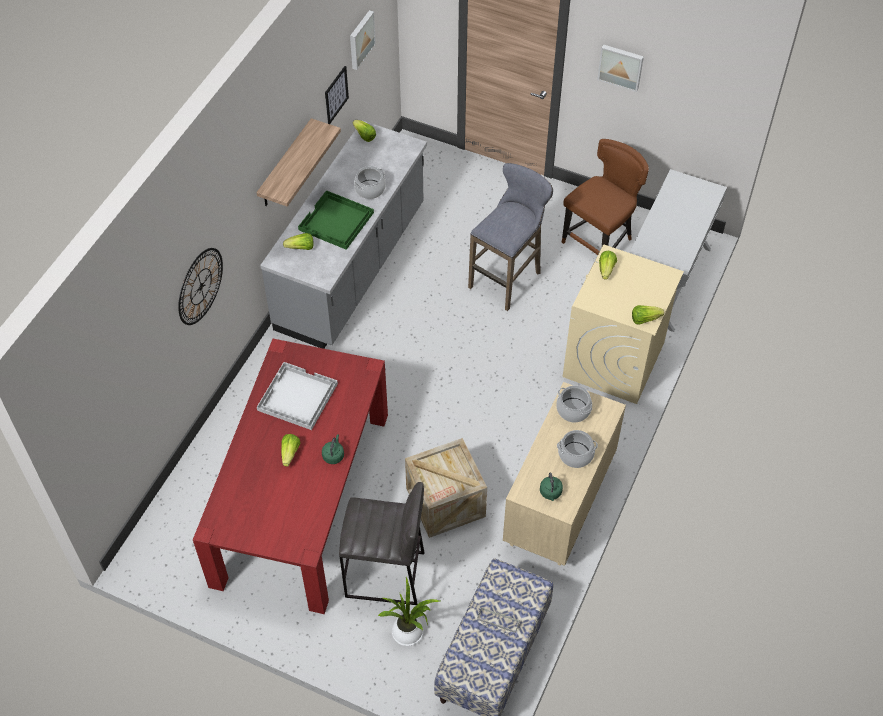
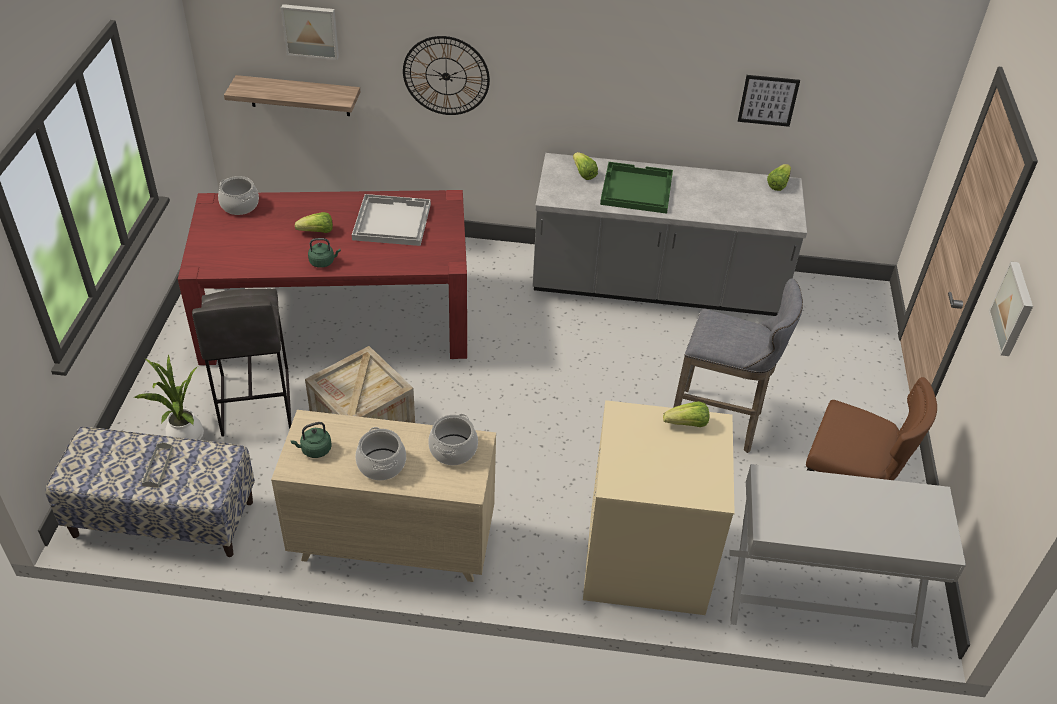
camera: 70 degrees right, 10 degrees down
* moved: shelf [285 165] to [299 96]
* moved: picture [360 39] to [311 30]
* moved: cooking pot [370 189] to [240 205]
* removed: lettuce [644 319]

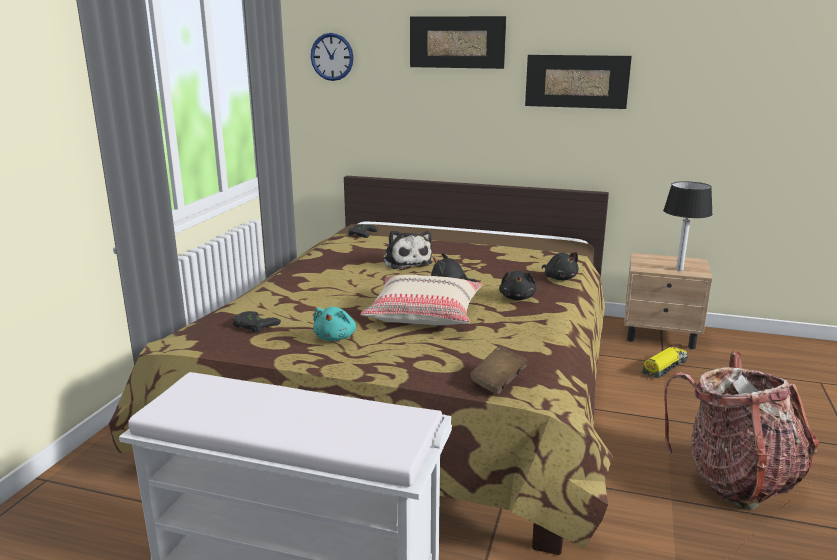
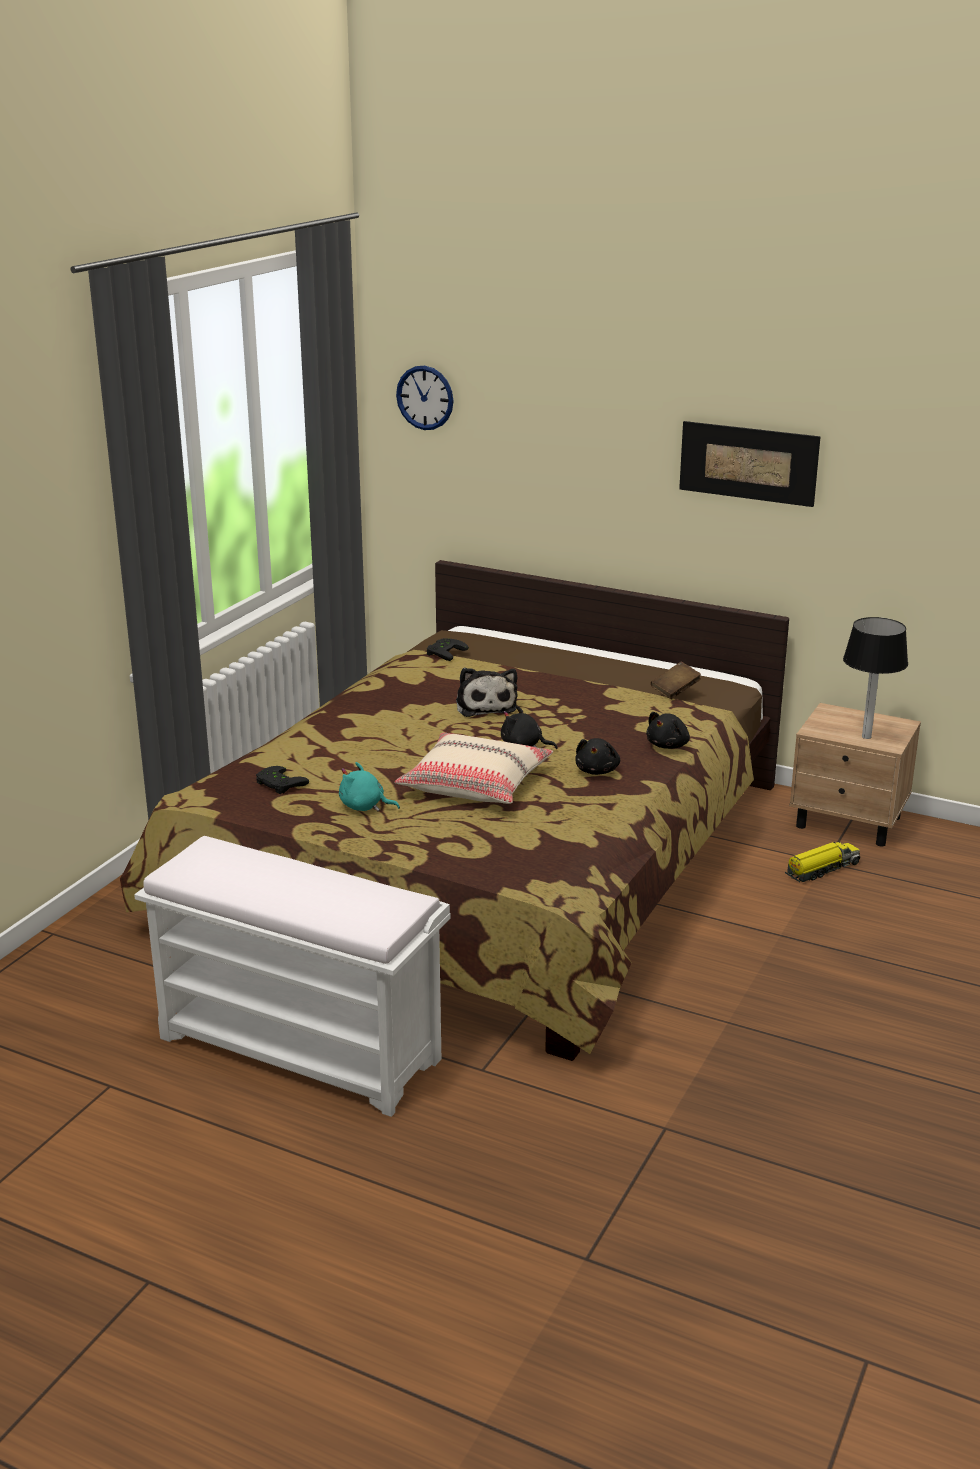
camera: 10 degrees right, 5 degrees up
* turned: turquoise plush toy [335 337] = [364 806] 90 degrees clockwise
* removed: picture [457 42]
* moved: brown book [497 381] to [675 691]
* turned: black plush toy [559 278] = [669 745] 60 degrees clockwise
* removed: backpack [735 479]

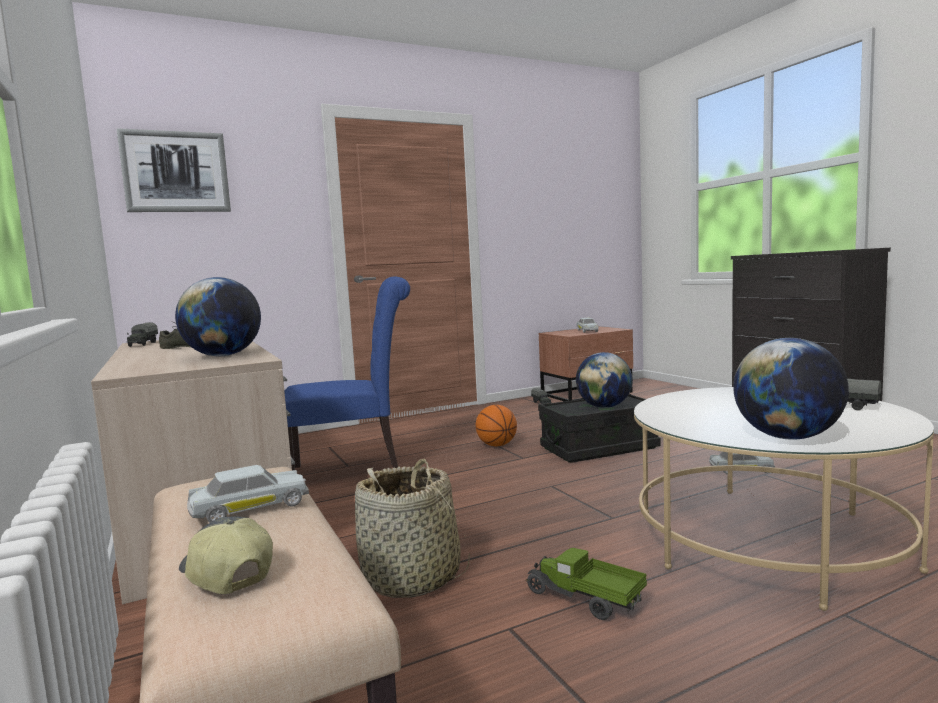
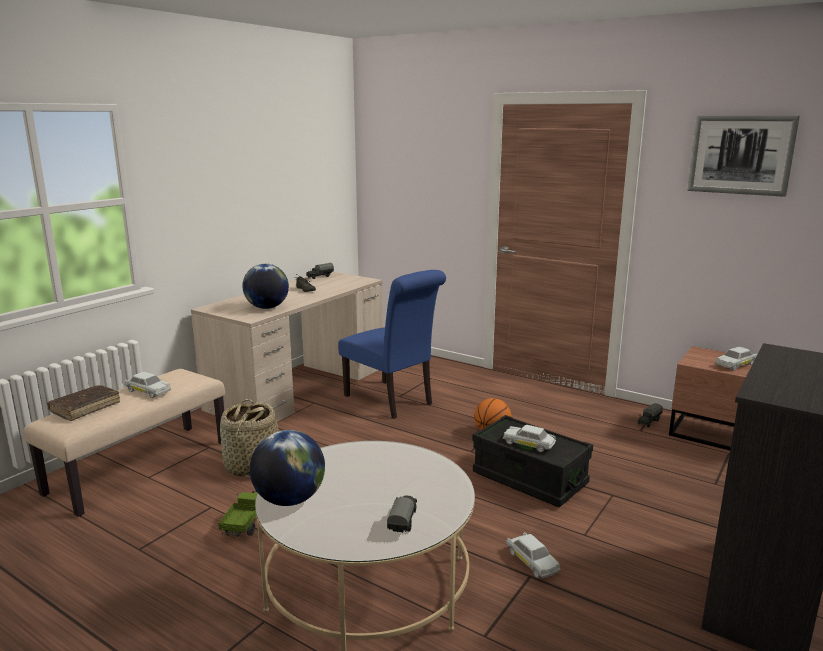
camera: 60 degrees right, 10 degrees up
* moved: picture [176 172] to [741 155]
* replaced: cap [225 574] to brown book [85 408]
* replaced: globe [604 407] to white toy car [528 444]

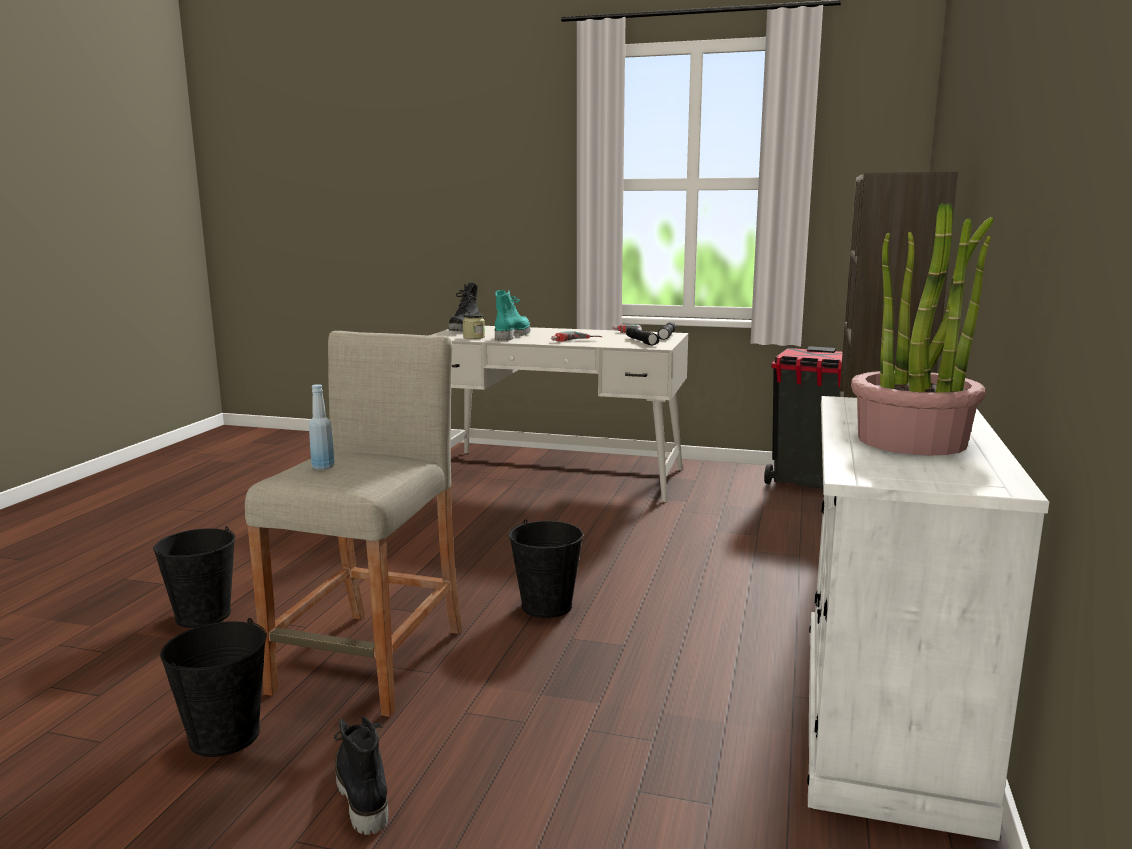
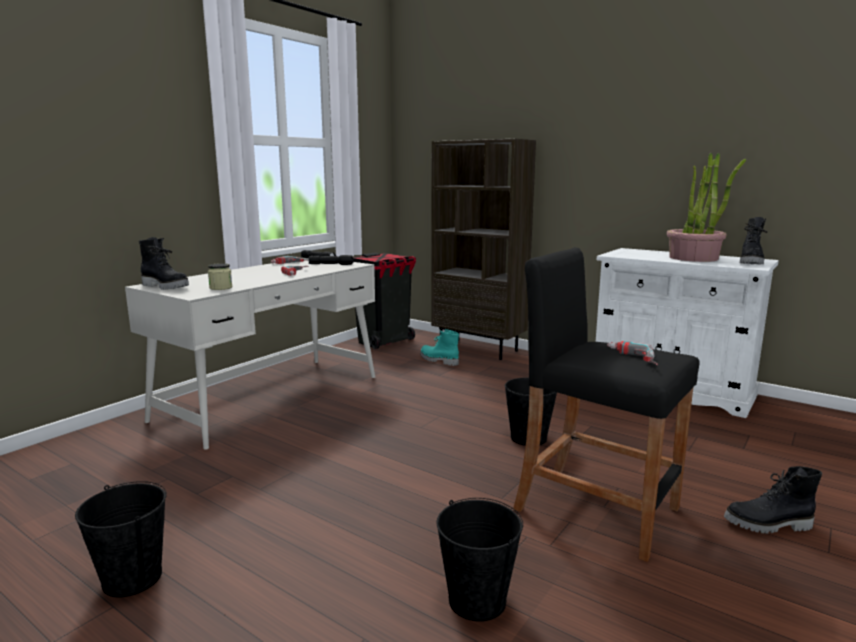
camera: 70 degrees left, 0 degrees up
* moved: black bucket [224 736] to [132 578]
* recoloured: beige stool [371 660] to black stool [596 509]
* replaced: blue bottle [323 467] to power drill [630 359]
* moved: turquoise boot [511 336] to [438 360]
* added: black boot [751 262]

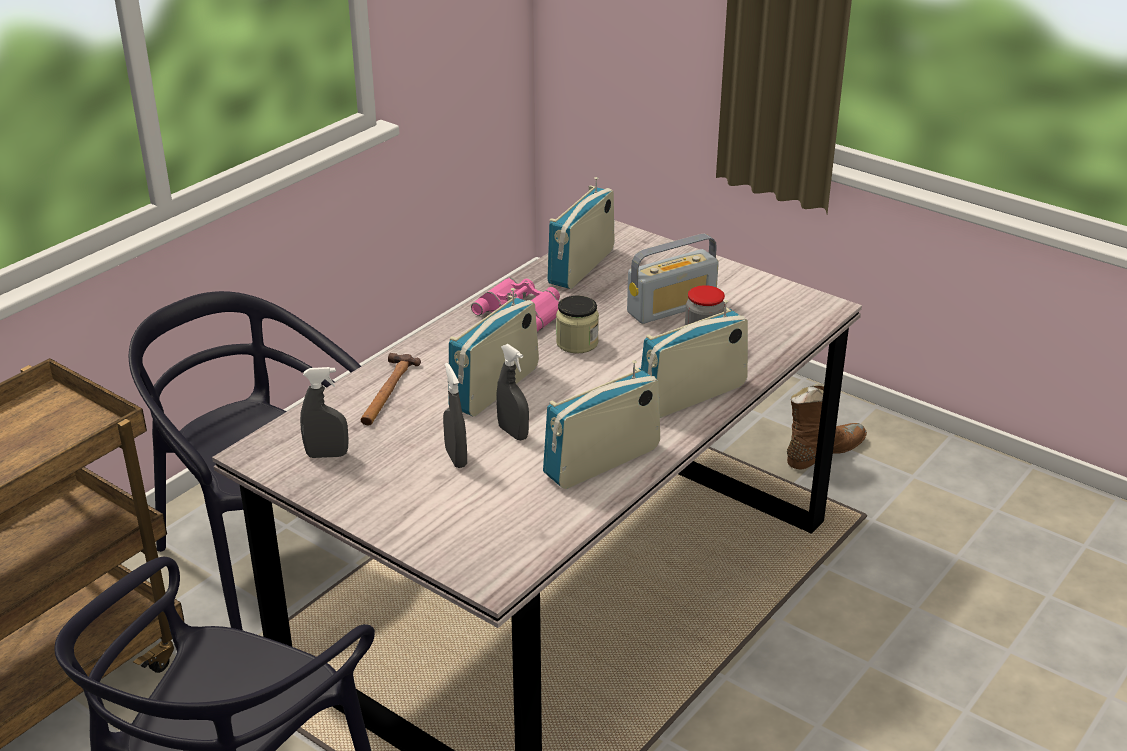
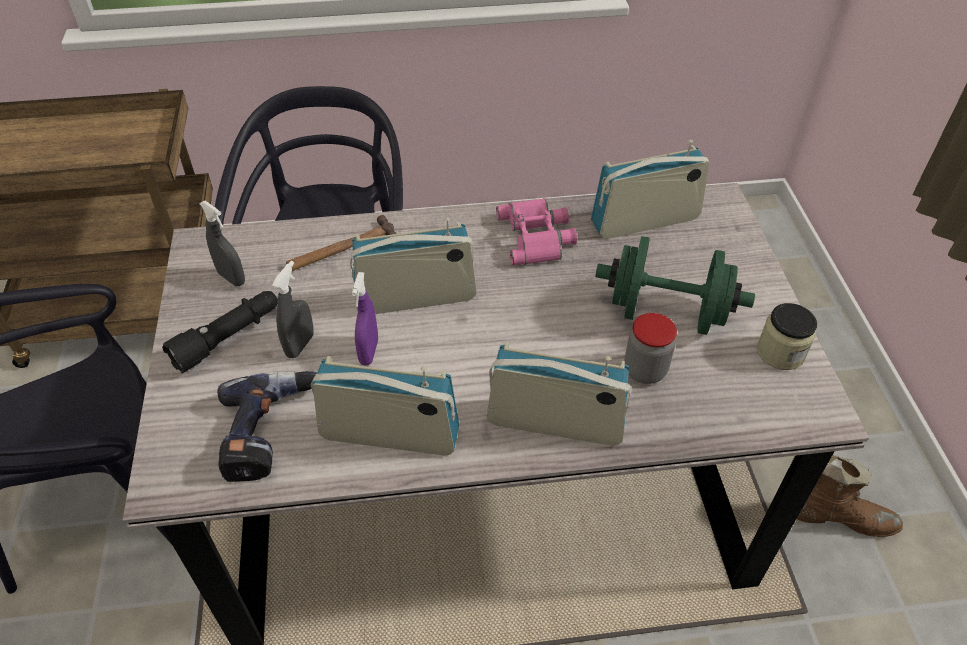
camera: 45 degrees right, 15 degrees up
* recoloured: grey spray bottle [513 432] to purple spray bottle [369 352]
* moved: jar [577 343] to [780 352]
* replaced: radio [671 307] to green dumbbell [666 313]
* added: black flashlight [228 338]
* added: power drill [271 432]

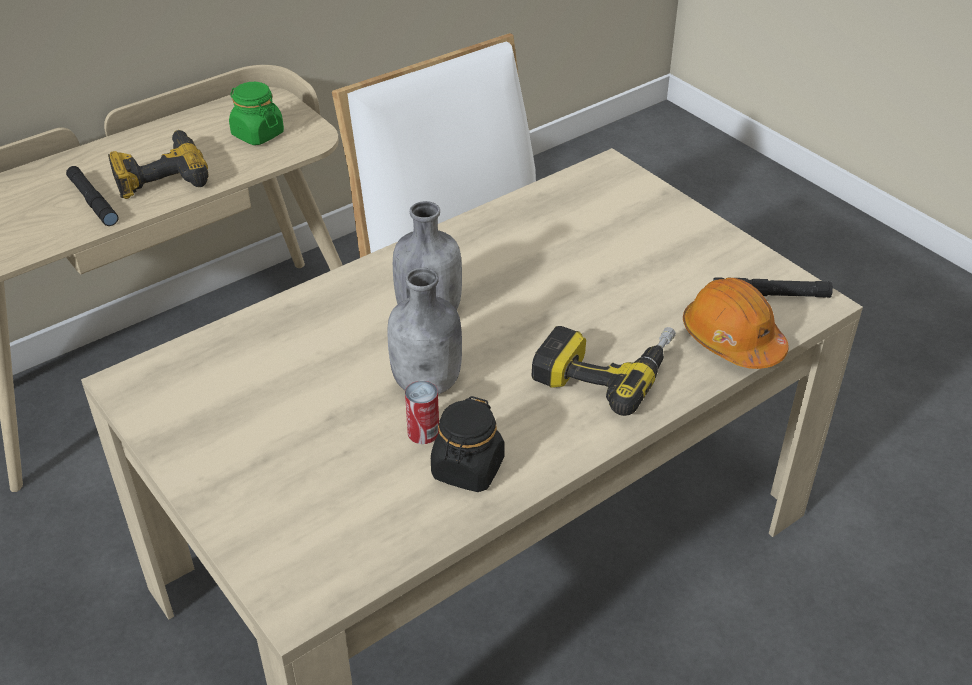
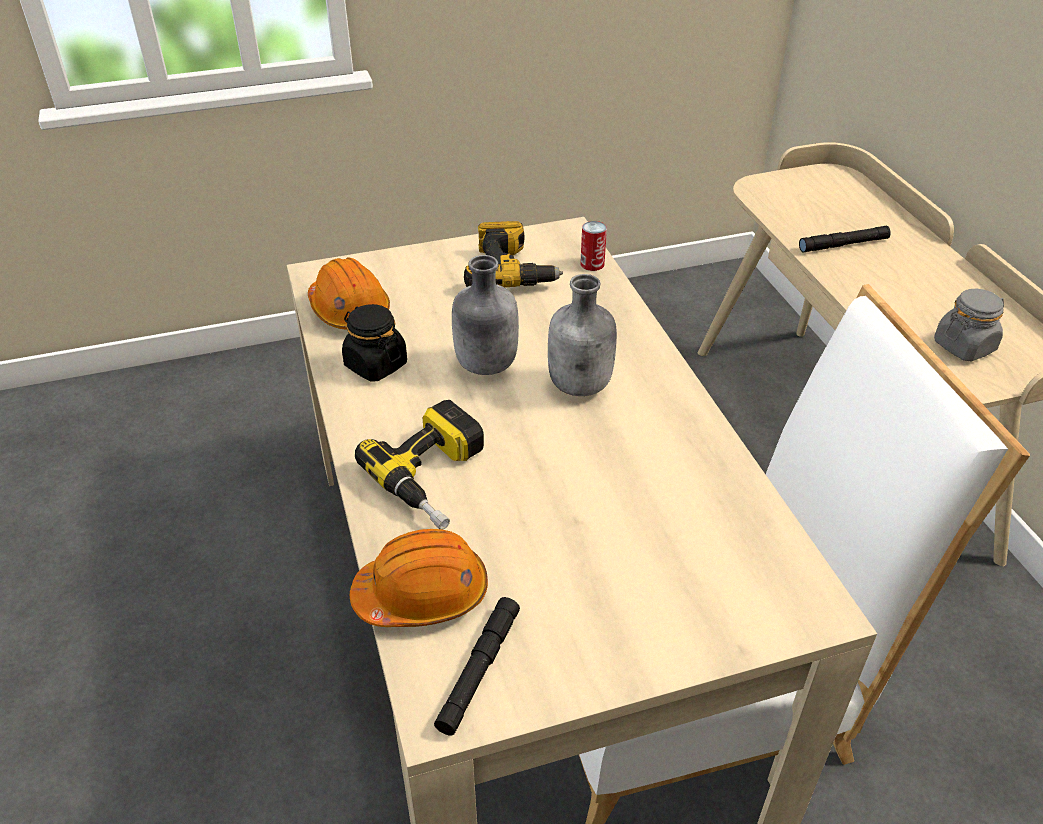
camera: 110 degrees right, 0 degrees up
* moved: power drill [160 175] to [511 271]
* recoloured: green jar [257 134] to grey jar [964 346]
* moved: can [423 432] to [592 264]
* added: orange hard hat [349 310]

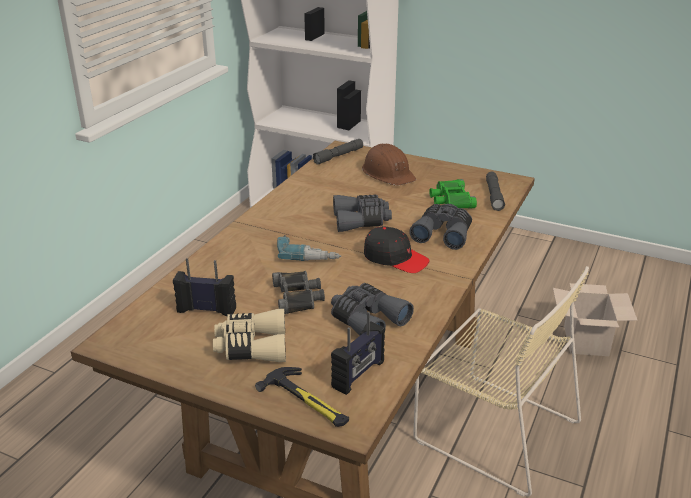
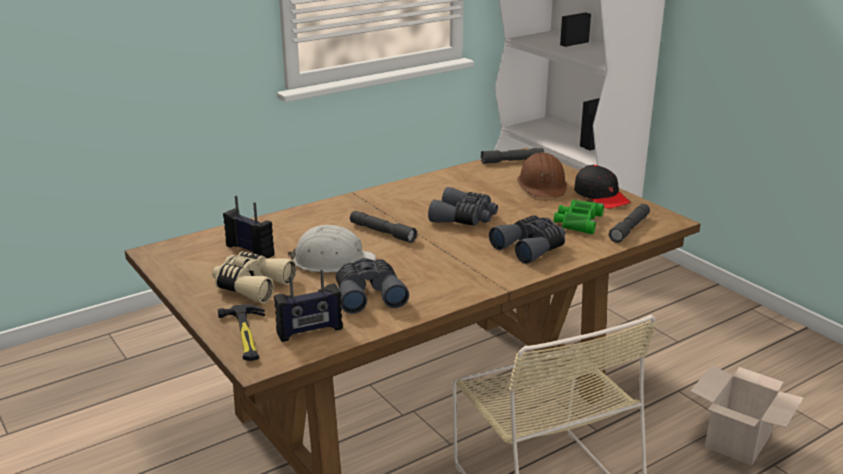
camera: 30 degrees right, 5 degrees down
* replaced: black binoculars [298 297] to white hard hat [333 261]
* replaced: power drill [308 254] to grey flashlight [382 232]
* moved: black cap [395 258] to [601 196]

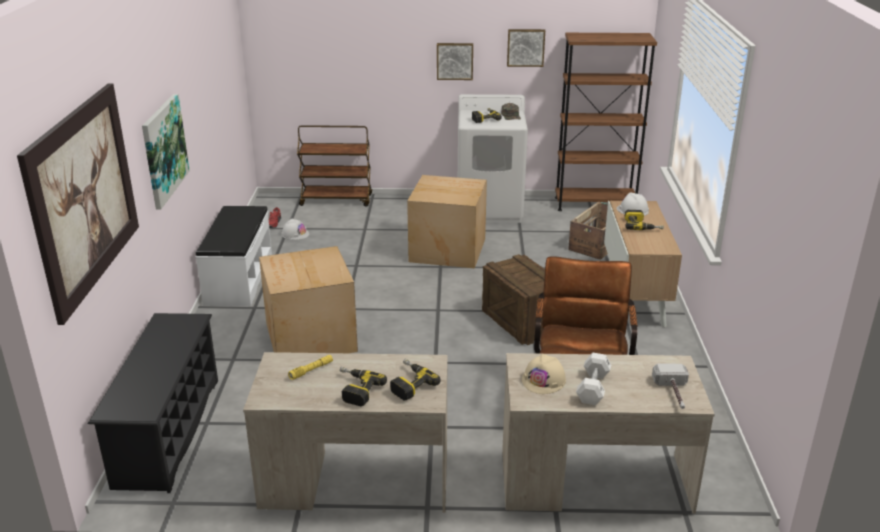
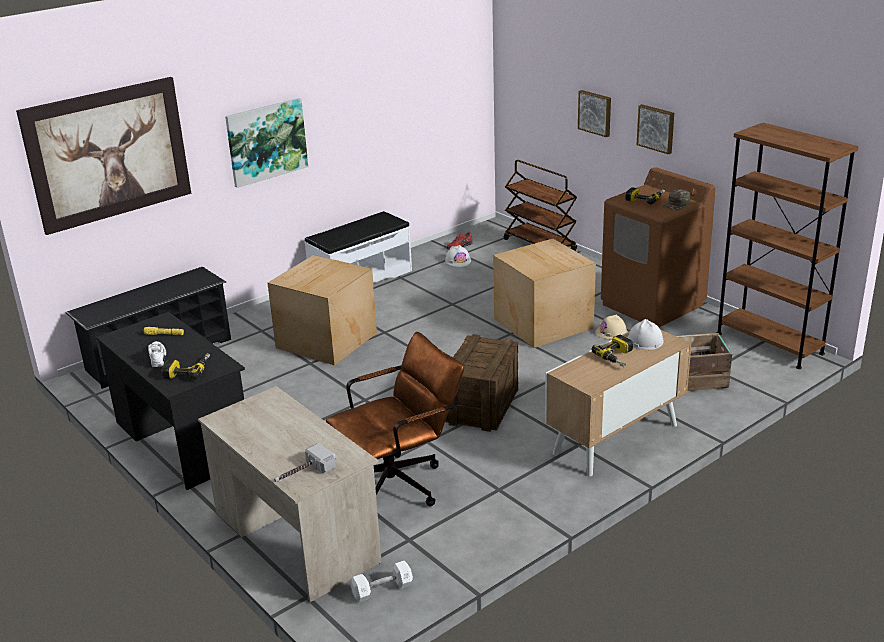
camera: 50 degrees right, 0 degrees up
* recoloured: beige desk [355 481] to black desk [183 441]
* replaced: power drill [355 390] to white shoe [158 357]
* recoloured: white washing machine [490 209] to brown washing machine [653 305]
* moved: picture [525 47] to [595 113]
* moved: beige hard hat [544 380] to [611 332]
* moved: white dumbbell [593 387] to [382 589]

